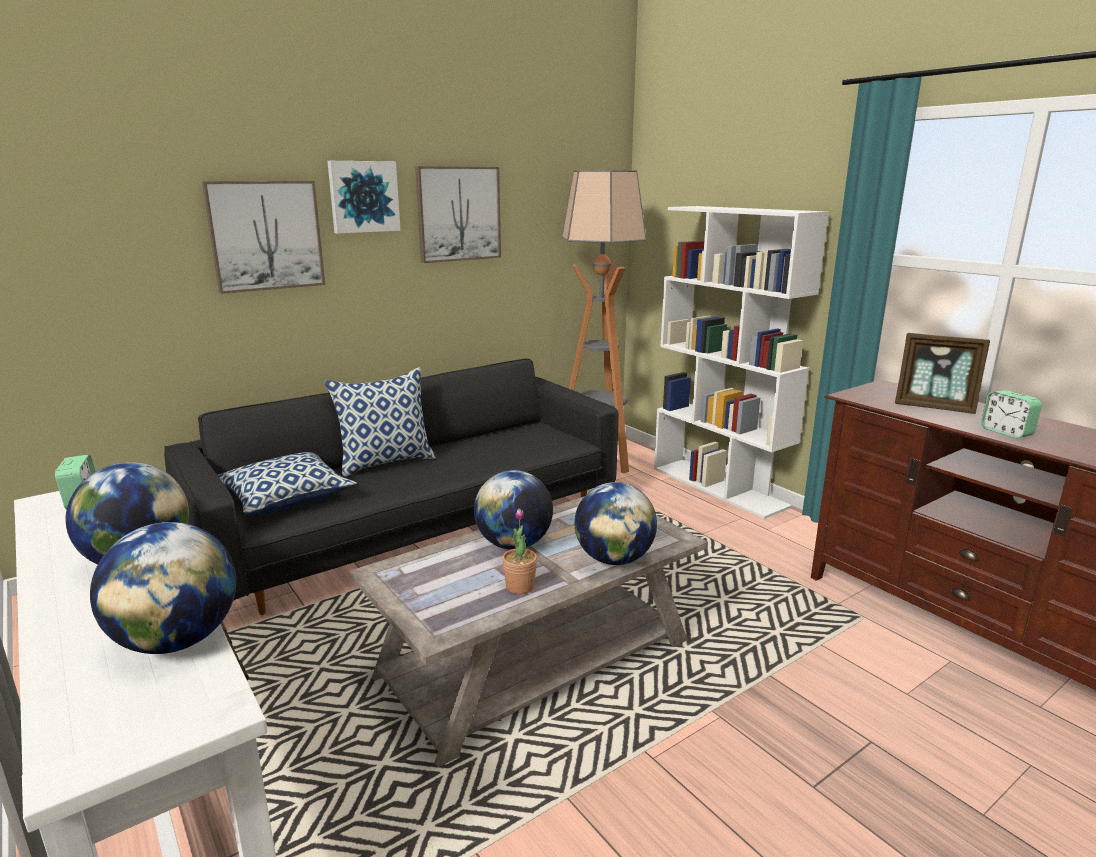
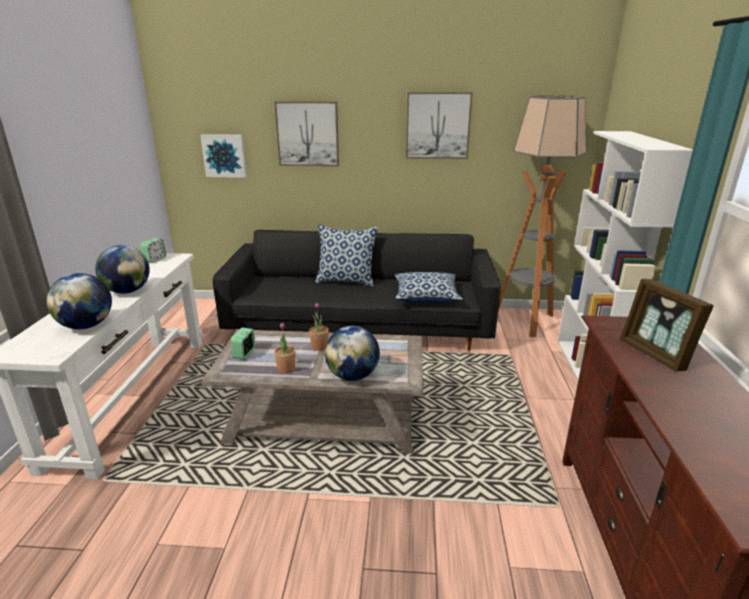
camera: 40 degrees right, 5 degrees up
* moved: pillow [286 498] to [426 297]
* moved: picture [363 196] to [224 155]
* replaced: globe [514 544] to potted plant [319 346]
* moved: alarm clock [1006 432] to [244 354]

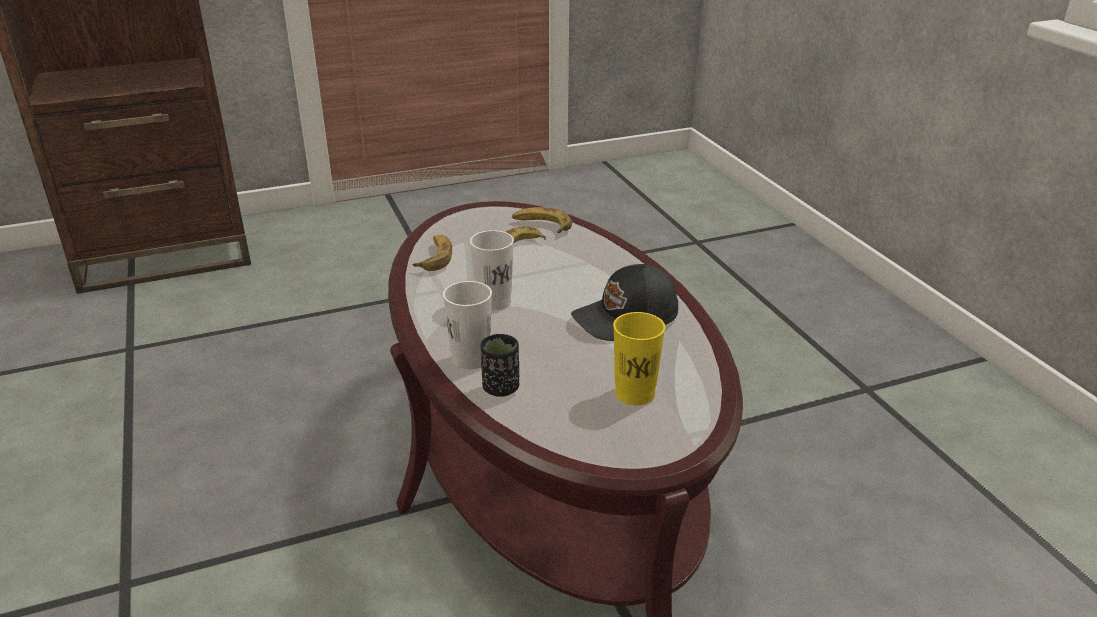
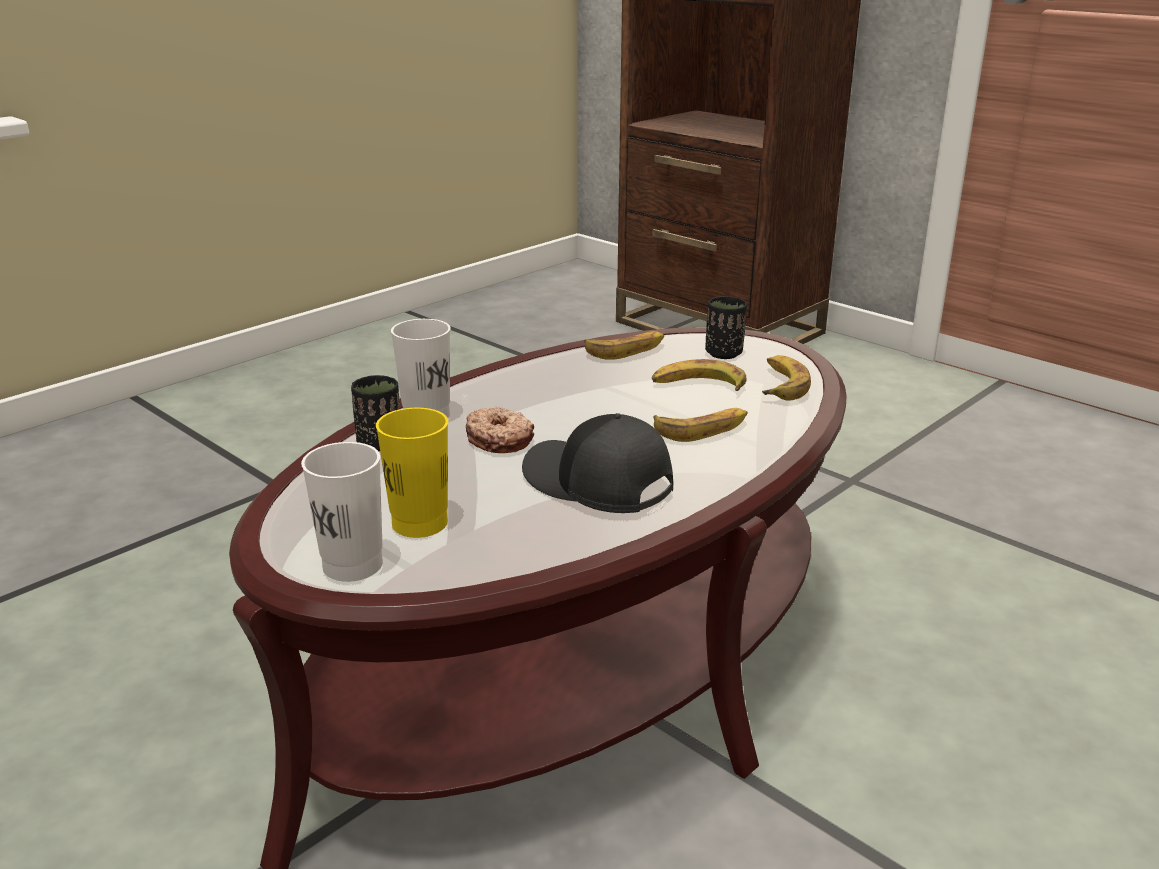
camera: 65 degrees right, 5 degrees down
* moved: white cup [494 302] to [353 565]
* added: donut [500 440]
* added: banana [702 430]
* added: black cup [724 354]

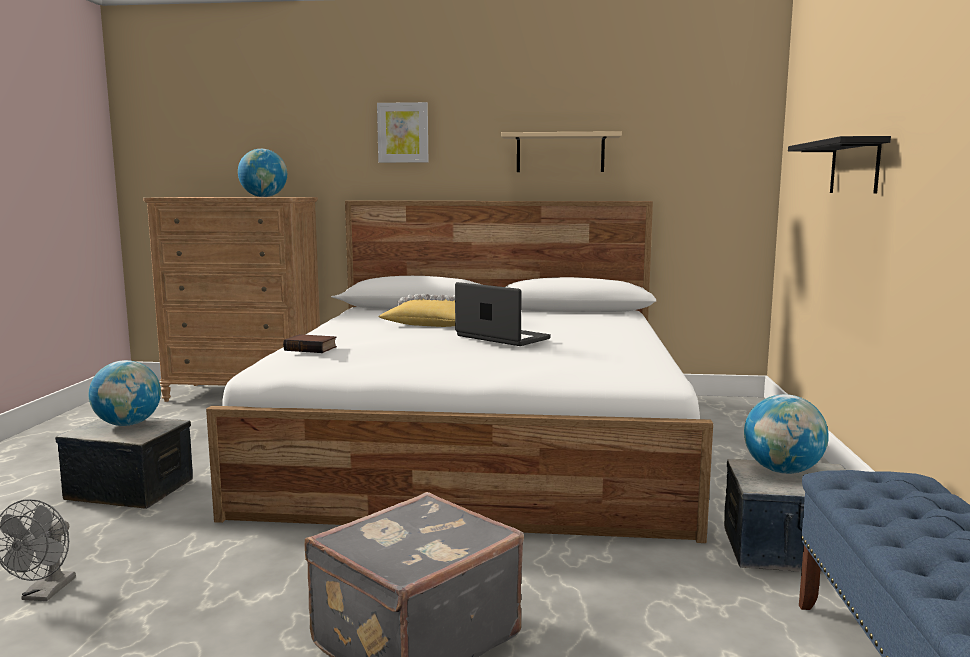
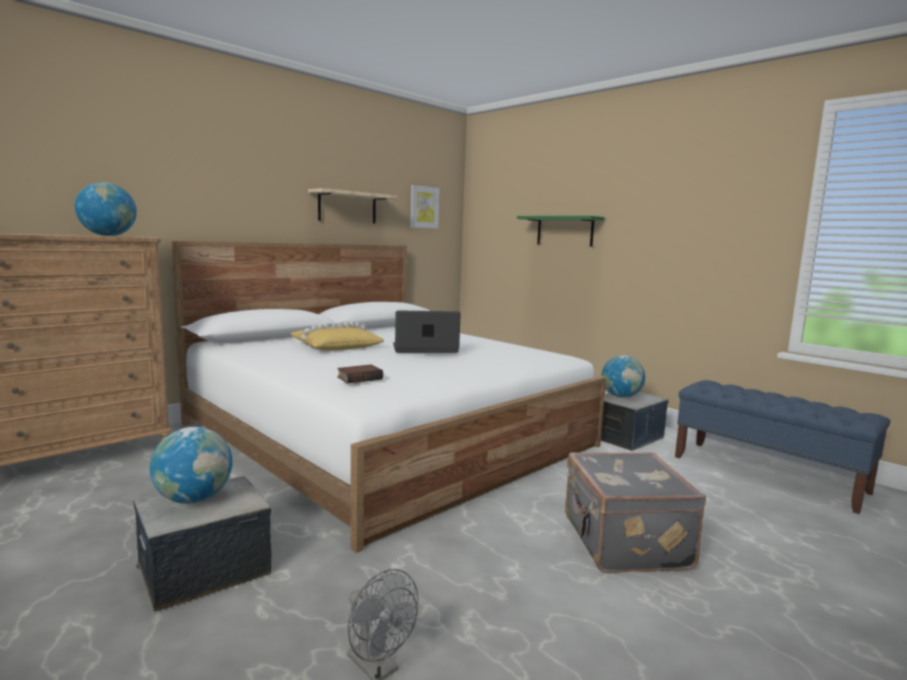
camera: 50 degrees left, 0 degrees up
* moved: picture [403 133] to [424 207]
* recoloured: black shelf [854 167] to green shelf [564 231]

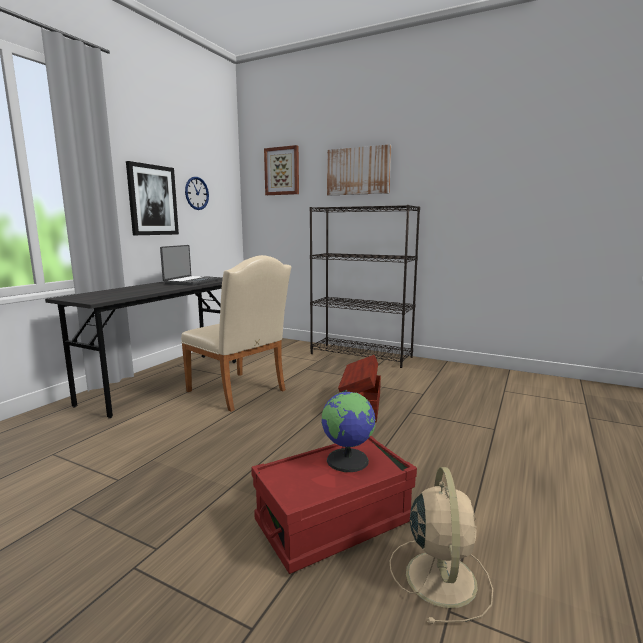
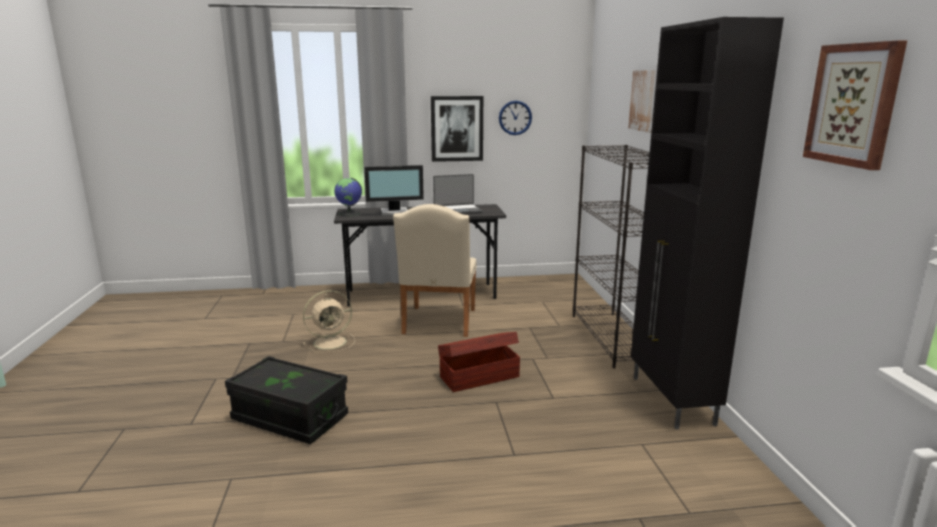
camera: 55 degrees right, 5 degrees up
* recoloured: red storage box [333 522] to black storage box [290 418]
* moved: picture [282 171] to [853 104]
* moved: globe [348 460] to [349 213]
* moved: beige fan [440 575] to [331 342]
* added: monitor [395 212]
* added: black cabinet [672 401]

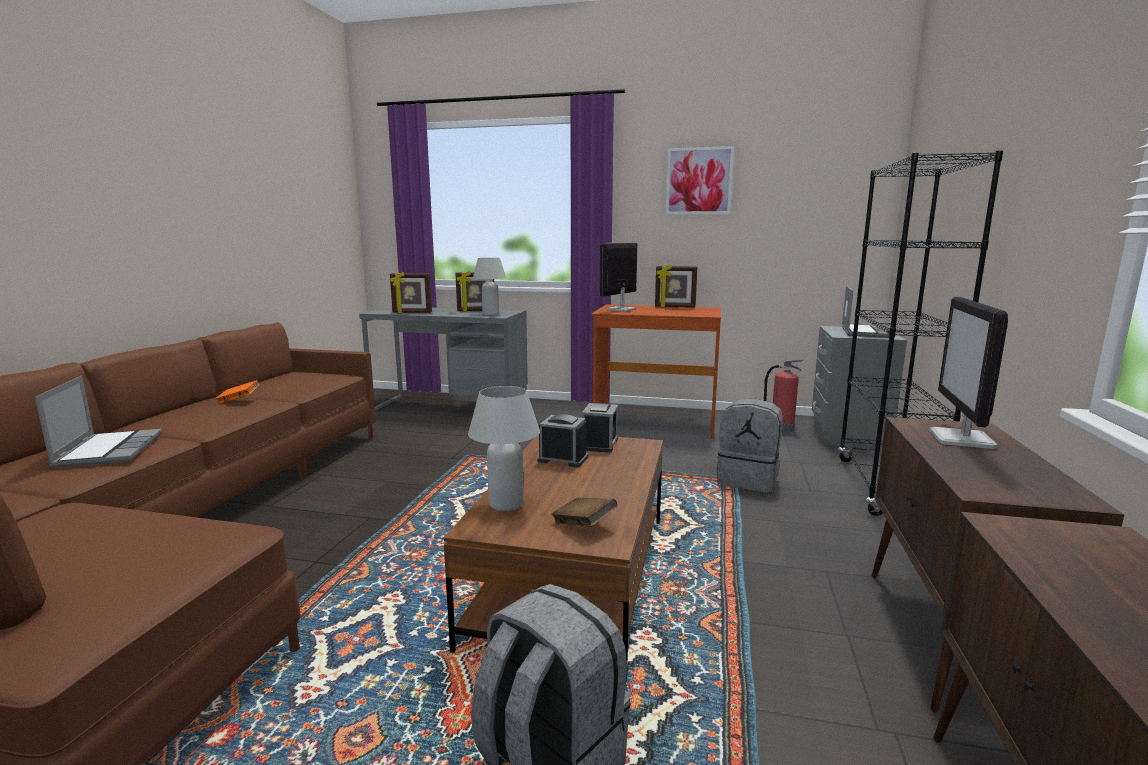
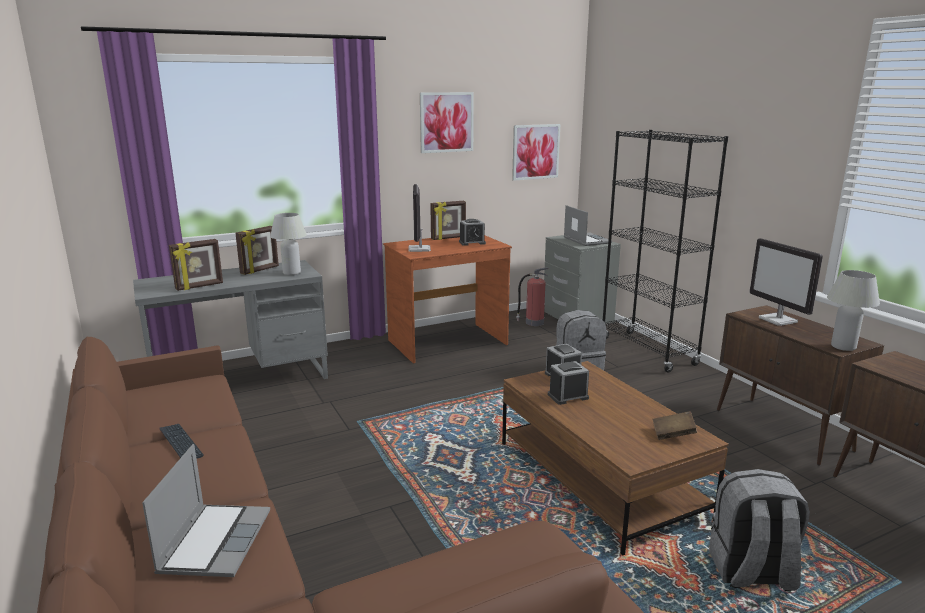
camera: 40 degrees left, 5 degrees up
* turned: laptop [109 450] = [215 541] 60 degrees clockwise
* replaced: orange book [239 400] to keyboard [180 443]
* moved: white table lamp [506 504] to [843 347]
* added: alarm clock [472 243]
* added: picture [535 152]

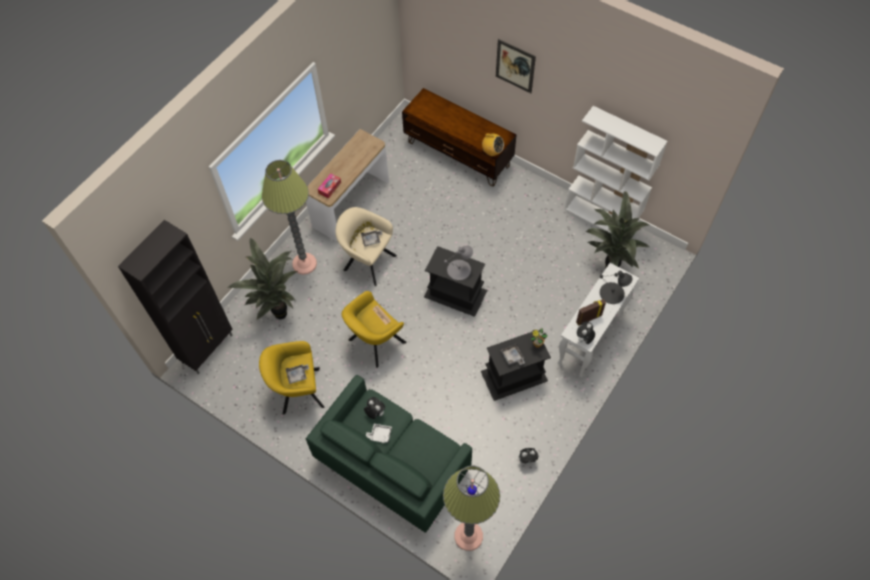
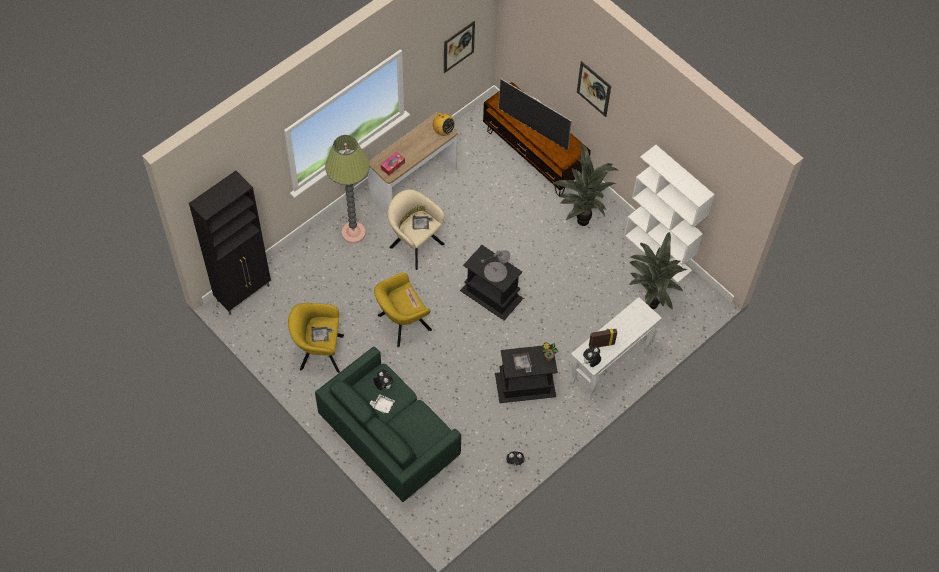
camera: 10 degrees right, 0 degrees up
* moved: potted plant [279 311] to [582 218]
* removed: floor lamp [468 536]
* moved: radio [492 152] to [443 131]
* removed: black table lamp [612 293]
* added: picture [458 46]
* added: television [533 128]

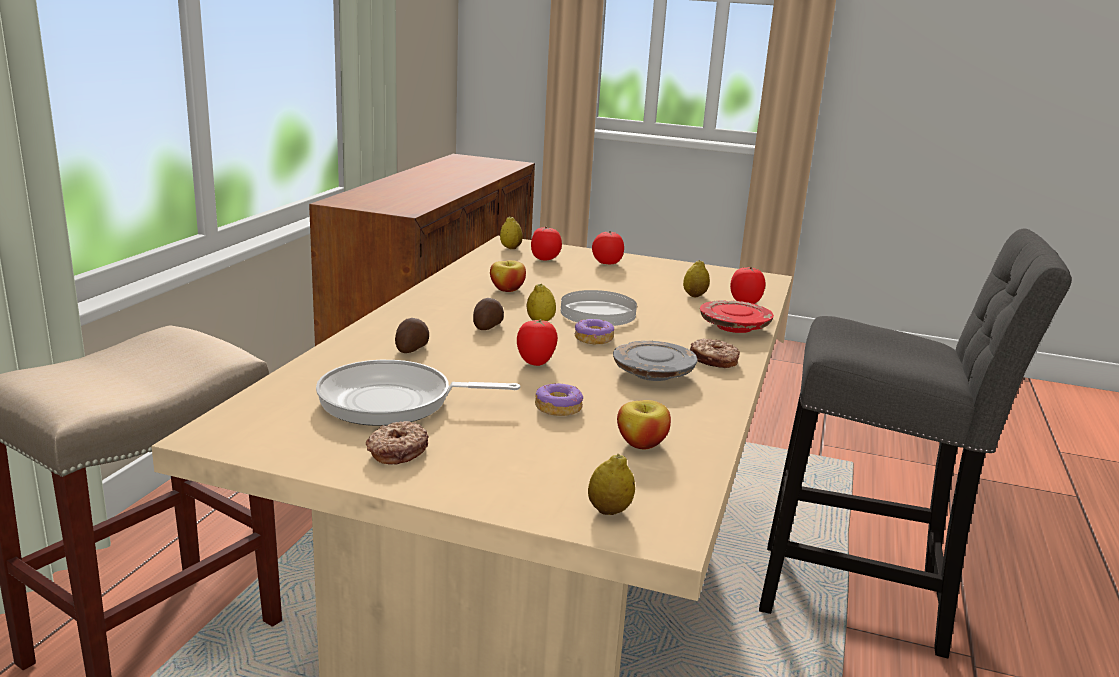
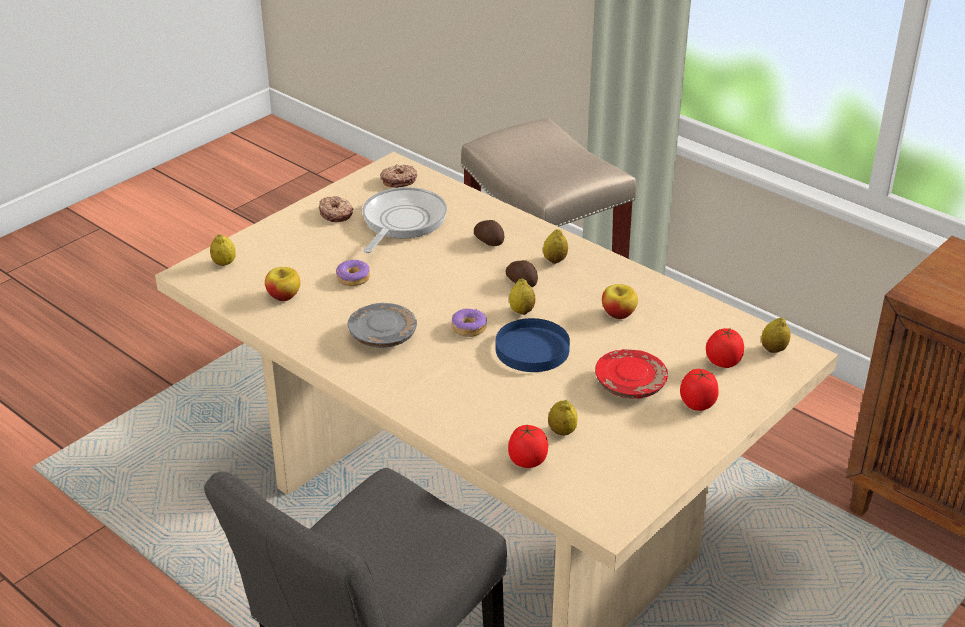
camera: 115 degrees right, 15 degrees up
* removed: tomato [535 363]
* recoloured: white plate [597 313] to blue plate [532 348]
* moved: donut [713 361] to [398 180]
* moved: red plate [734 327] to [630 384]
* added: lemon [555 260]

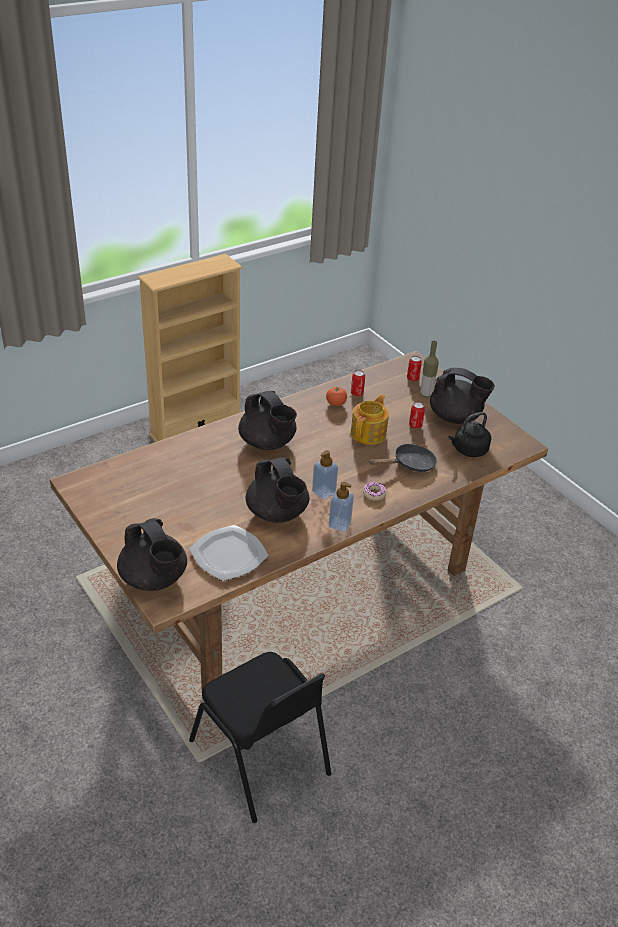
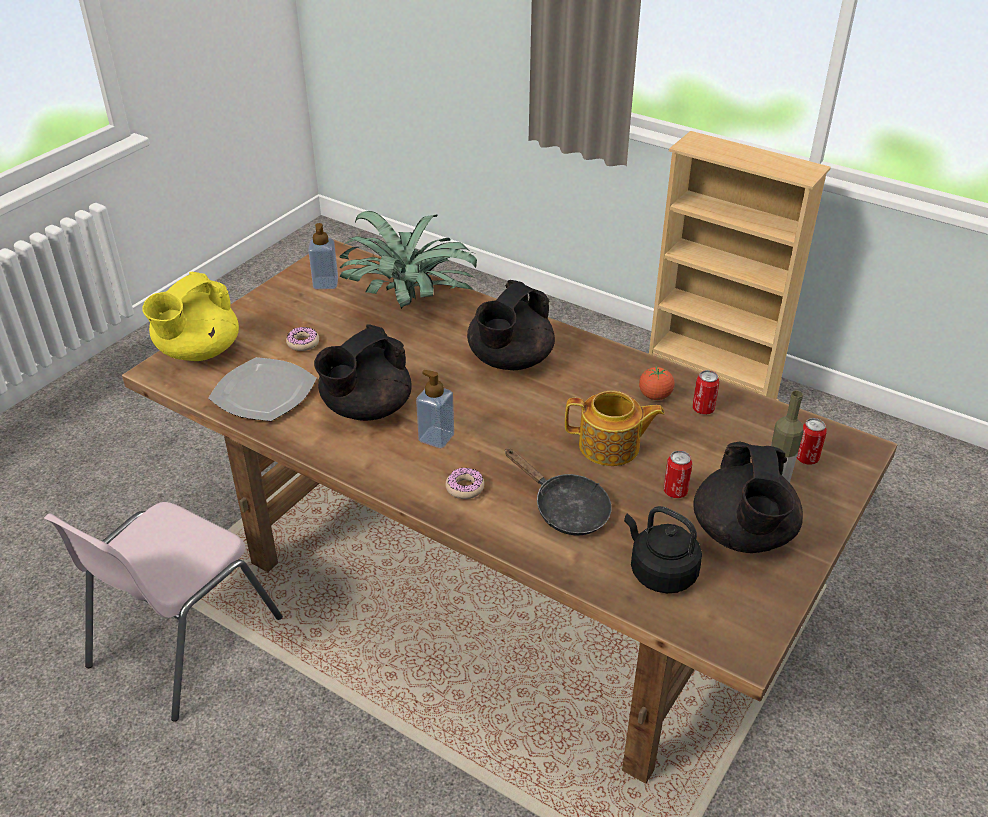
camera: 70 degrees right, 0 degrees up
* recoloured: black teapot [154 579] to yellow teapot [198 352]
* recoloured: black chair [261 758] to pink chair [182 642]
* moved: soap dispenser [339 524] to [325 283]
* added: donut [303 343]
* added: potted plant [409 305]

